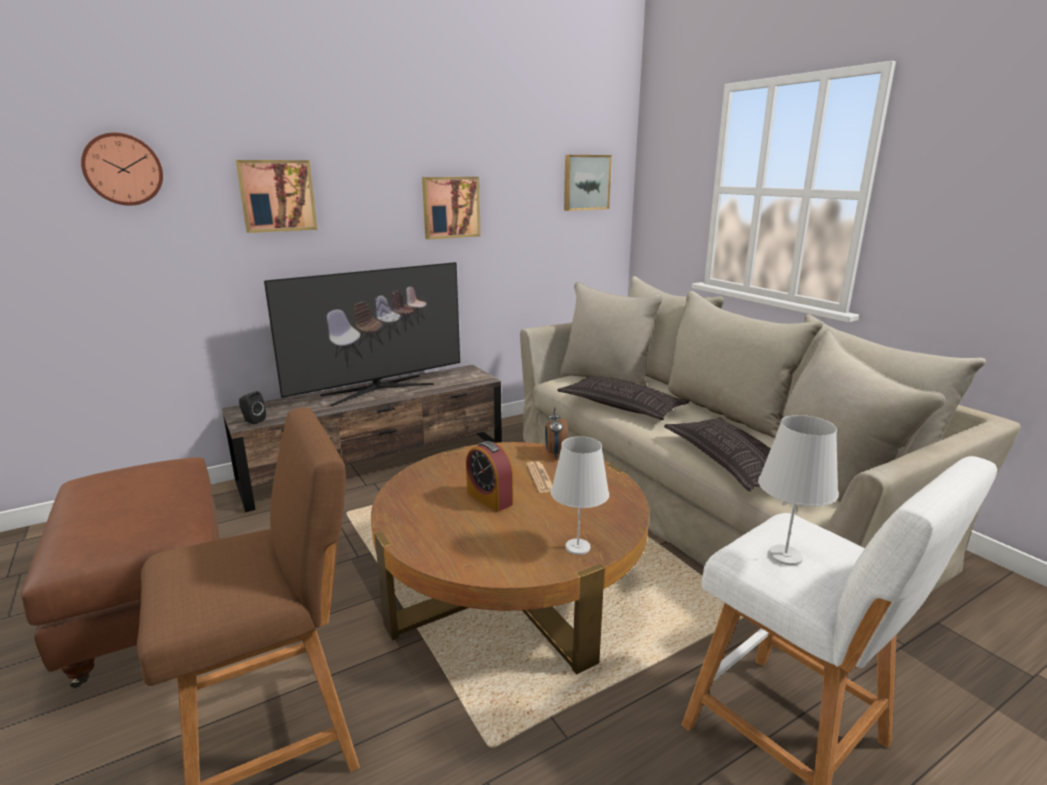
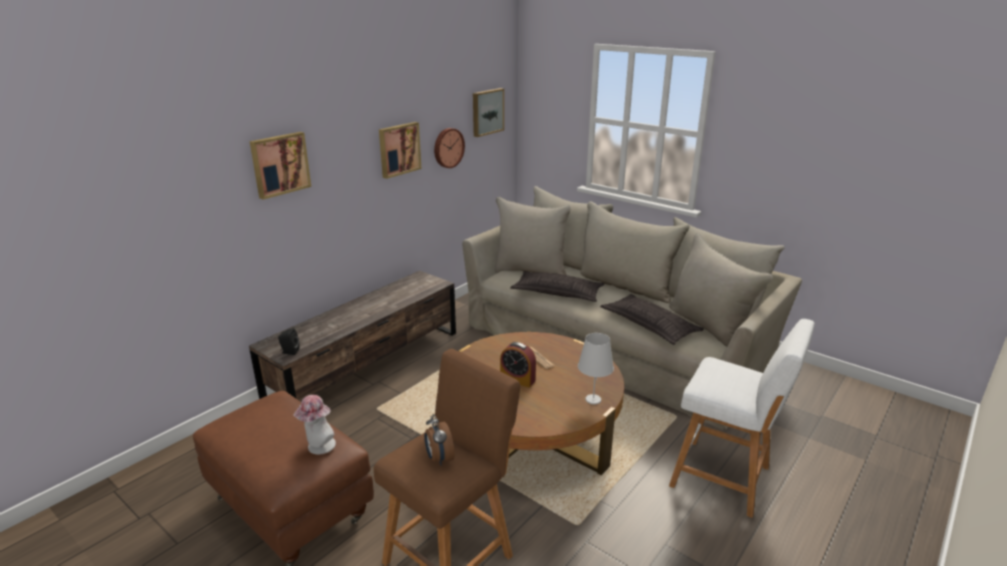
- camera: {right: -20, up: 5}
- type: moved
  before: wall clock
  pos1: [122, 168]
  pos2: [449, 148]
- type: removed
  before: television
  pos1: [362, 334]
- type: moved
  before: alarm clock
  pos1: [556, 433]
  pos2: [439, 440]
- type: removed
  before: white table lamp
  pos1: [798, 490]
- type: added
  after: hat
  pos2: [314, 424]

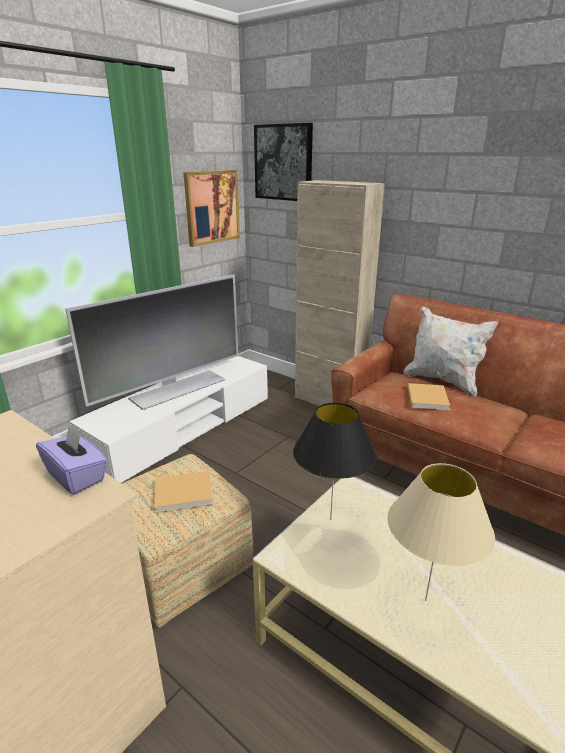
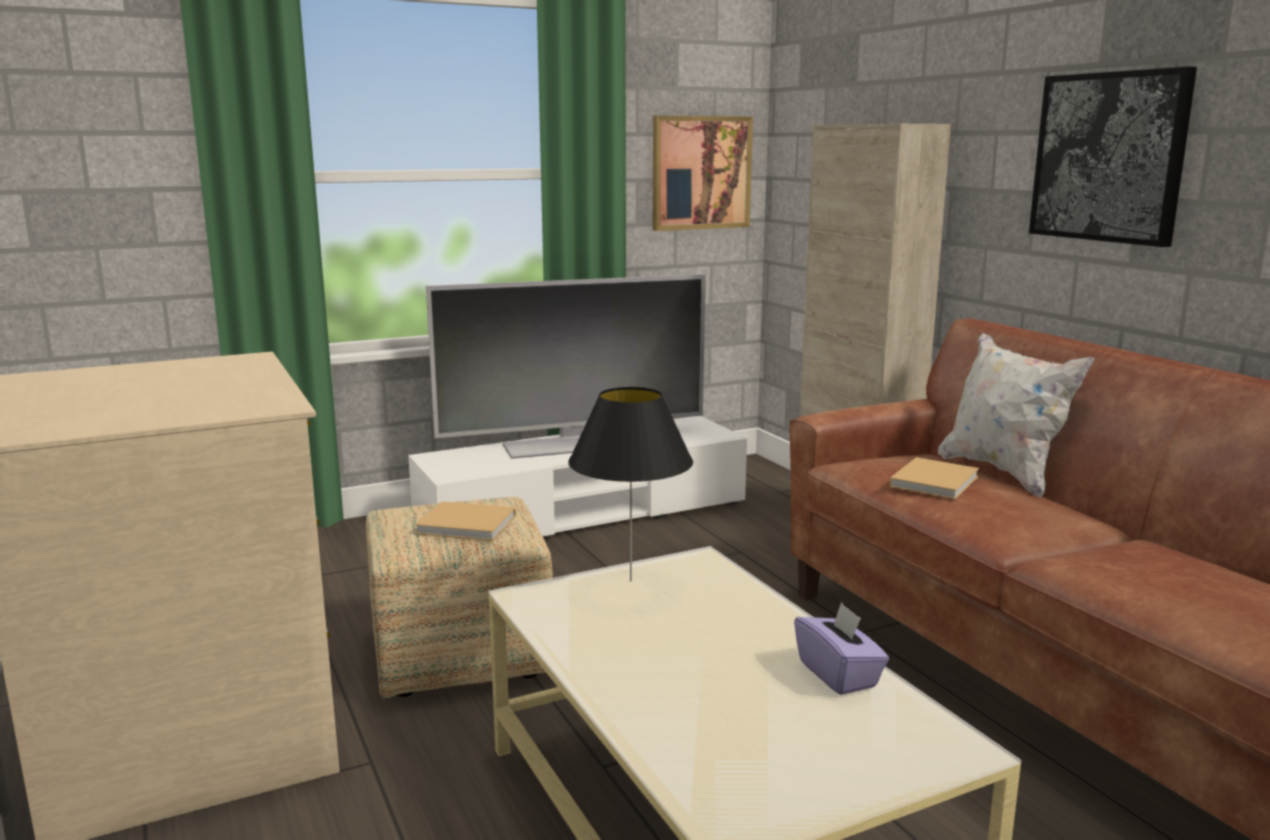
- camera: {right: 25, up: -10}
- type: moved
  before: picture
  pos1: [283, 162]
  pos2: [1113, 157]
- type: moved
  before: purple tissue box
  pos1: [71, 460]
  pos2: [841, 648]
- type: removed
  before: beige table lamp
  pos1: [441, 532]

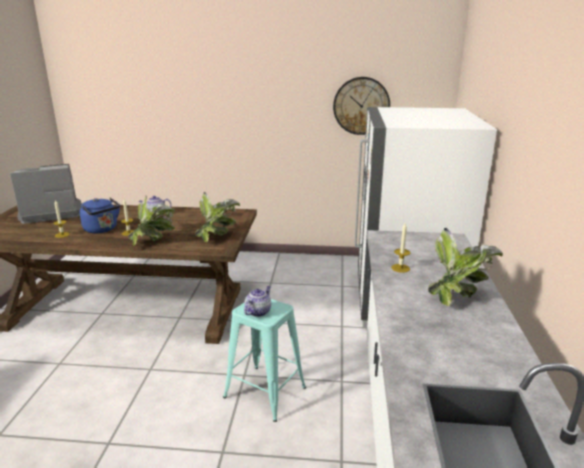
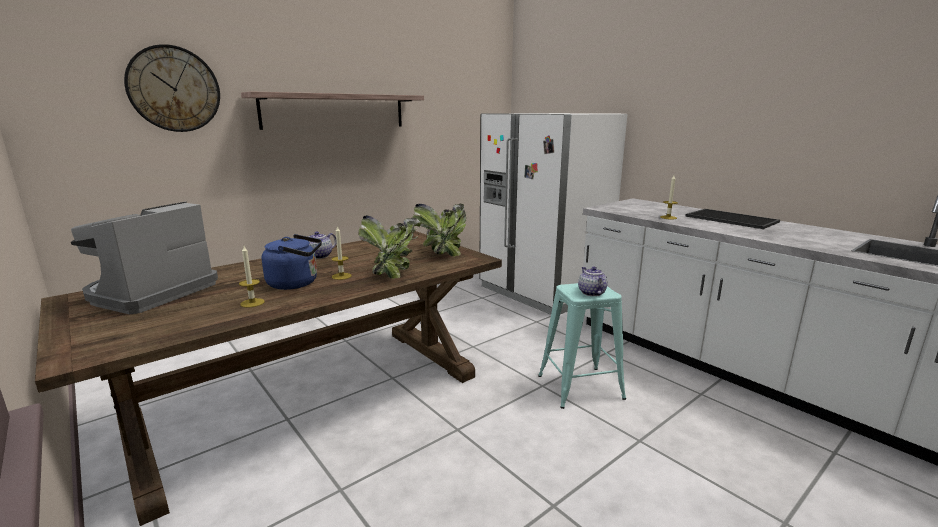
- camera: {right: -45, up: -5}
- type: moved
  before: wall clock
  pos1: [361, 106]
  pos2: [172, 88]
- type: replaced
  before: potted plant
  after: tray
  pos1: [465, 267]
  pos2: [732, 219]
- type: added
  after: shelf
  pos2: [332, 110]

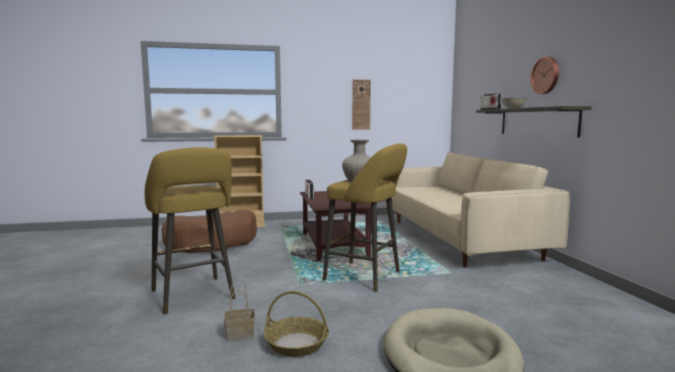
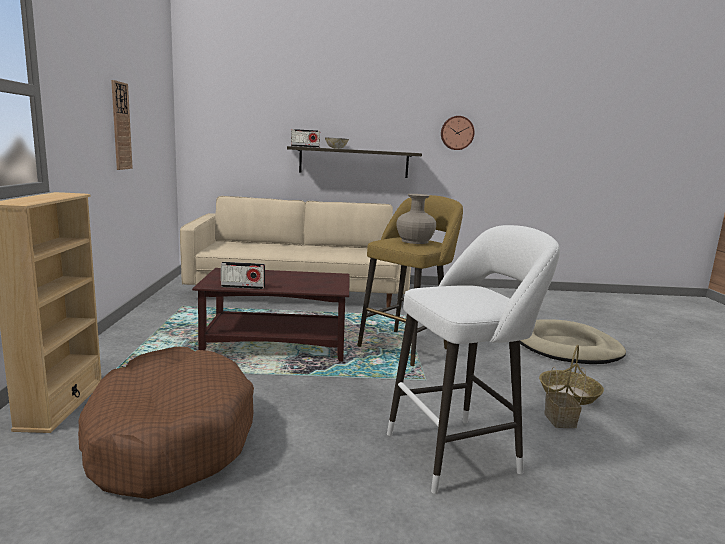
- camera: {right: -80, up: 5}
- type: moved
  before: wall clock
  pos1: [545, 75]
  pos2: [457, 133]
- type: recoloured
  before: yellow stool
  after: white stool
  pos1: [190, 230]
  pos2: [473, 359]

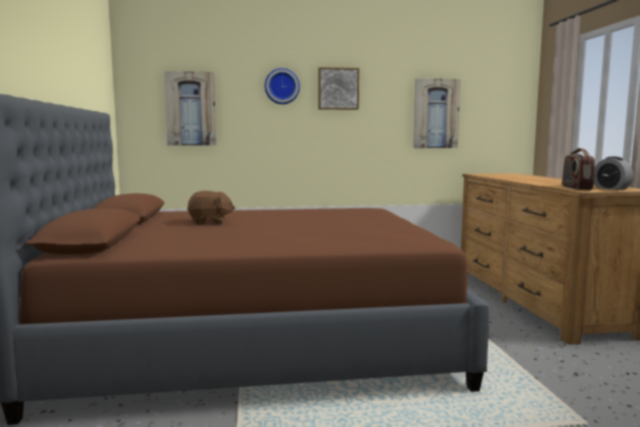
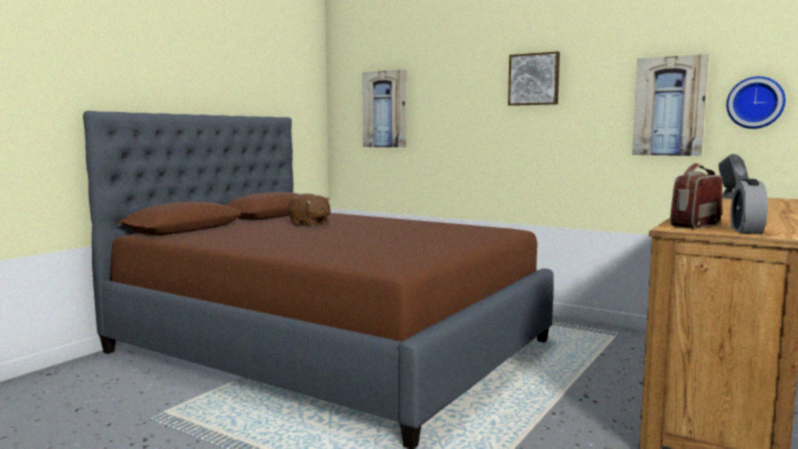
- camera: {right: 40, up: 0}
- type: moved
  before: wall clock
  pos1: [282, 86]
  pos2: [756, 102]
- type: added
  after: grey speaker
  pos2: [733, 176]

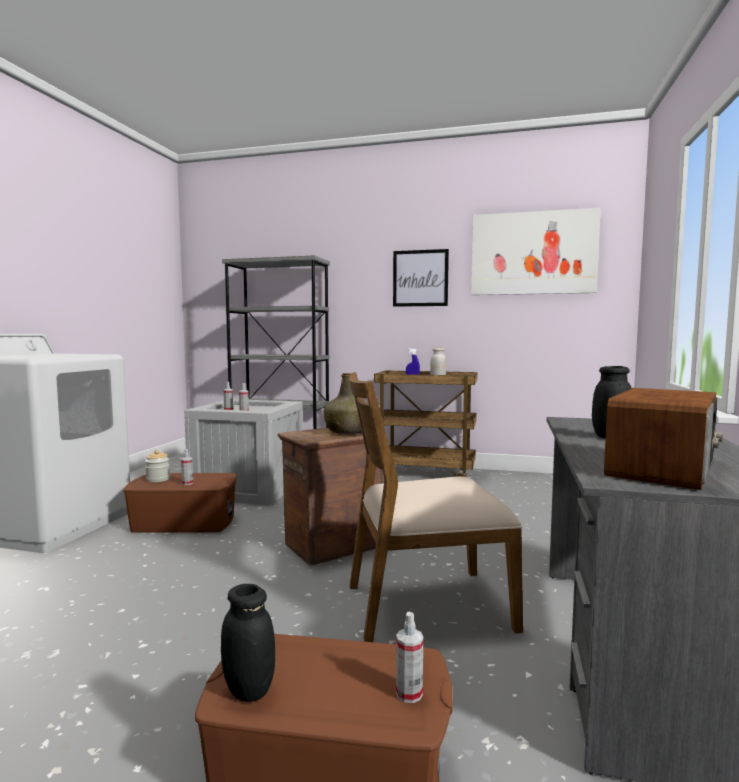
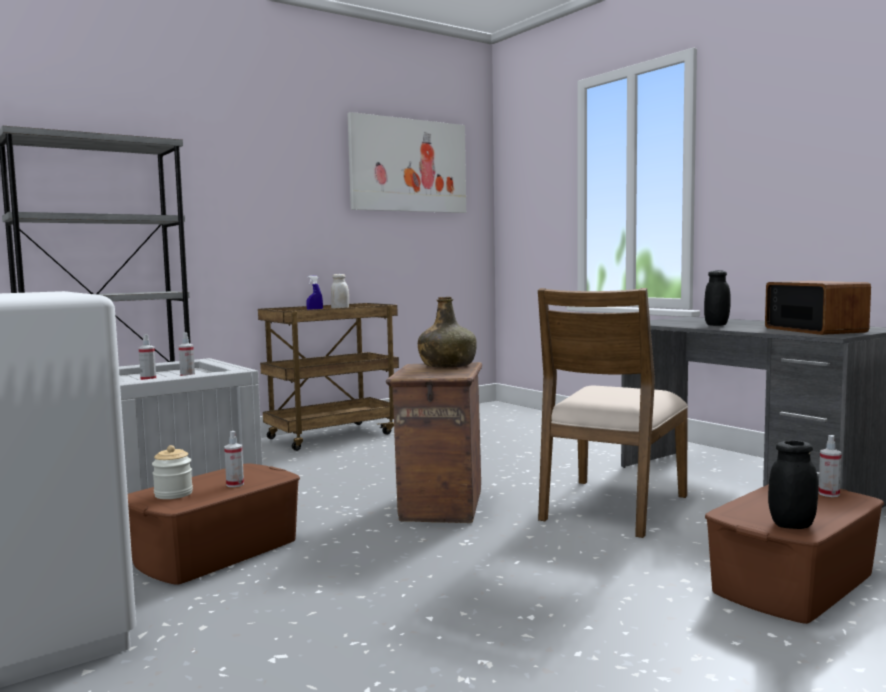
- camera: {right: -50, up: 0}
- type: removed
  before: picture
  pos1: [421, 278]

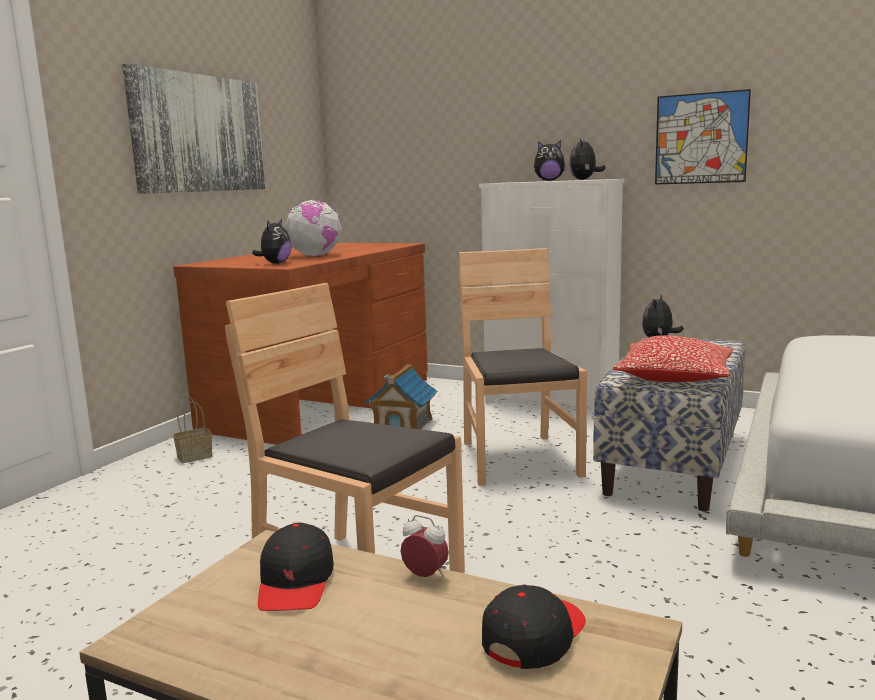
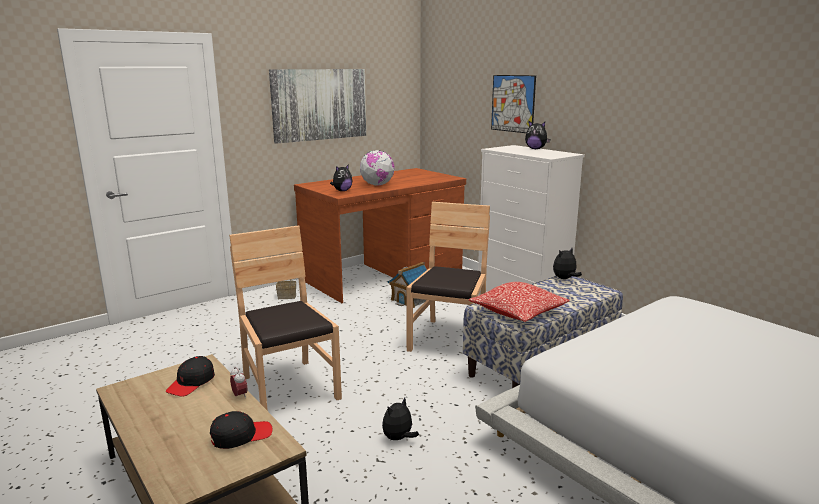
- camera: {right: 25, up: 5}
- type: moved
  before: picture
  pos1: [703, 137]
  pos2: [513, 104]
- type: moved
  before: plush toy
  pos1: [587, 159]
  pos2: [400, 419]

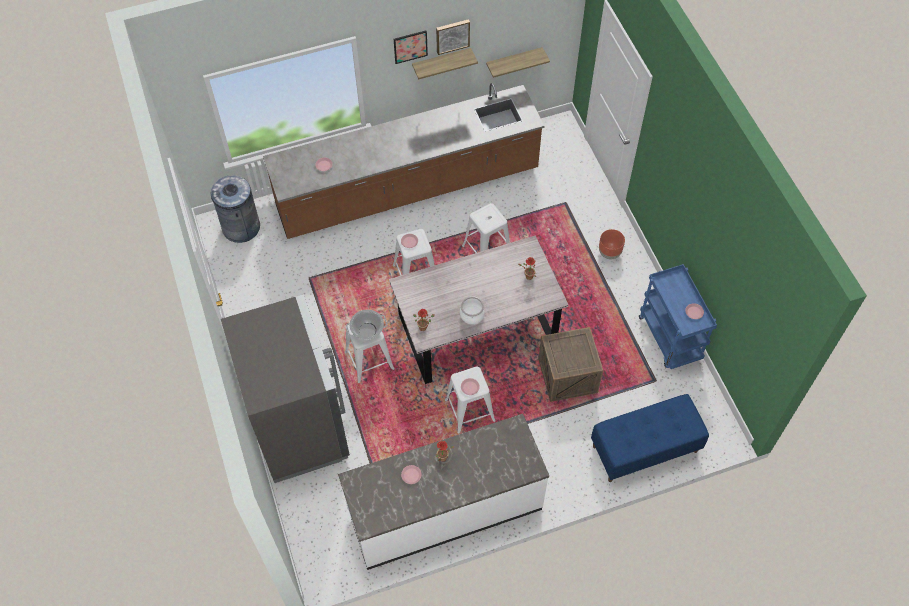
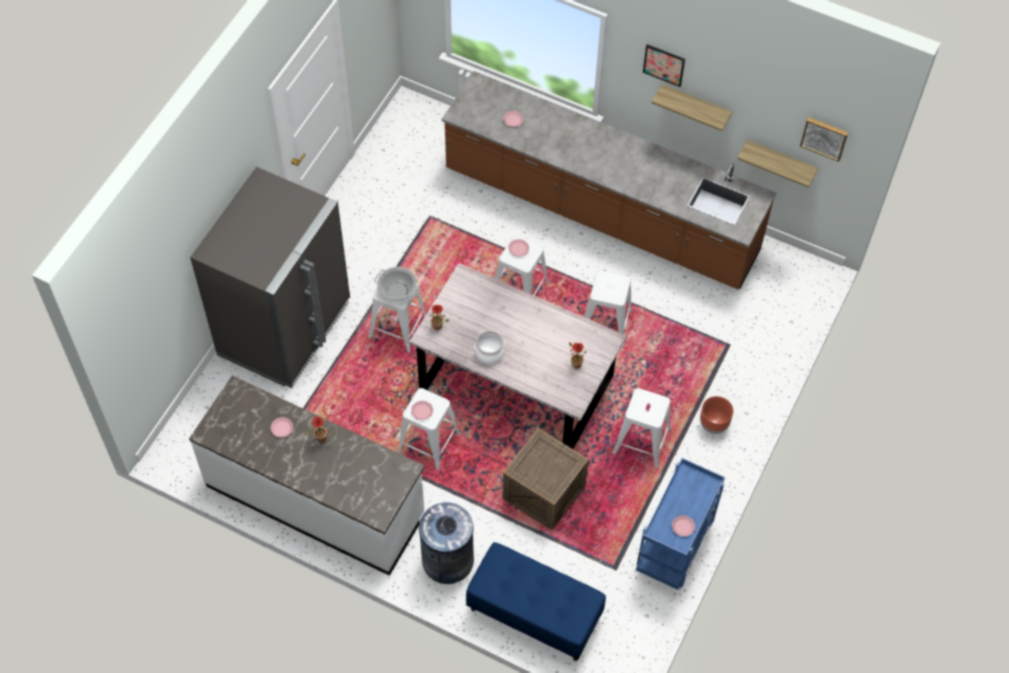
- camera: {right: 45, up: 0}
- type: moved
  before: picture
  pos1: [453, 37]
  pos2: [824, 139]
- type: moved
  before: grey trash can
  pos1: [235, 209]
  pos2: [446, 543]
- type: added
  after: white stool
  pos2: [642, 428]

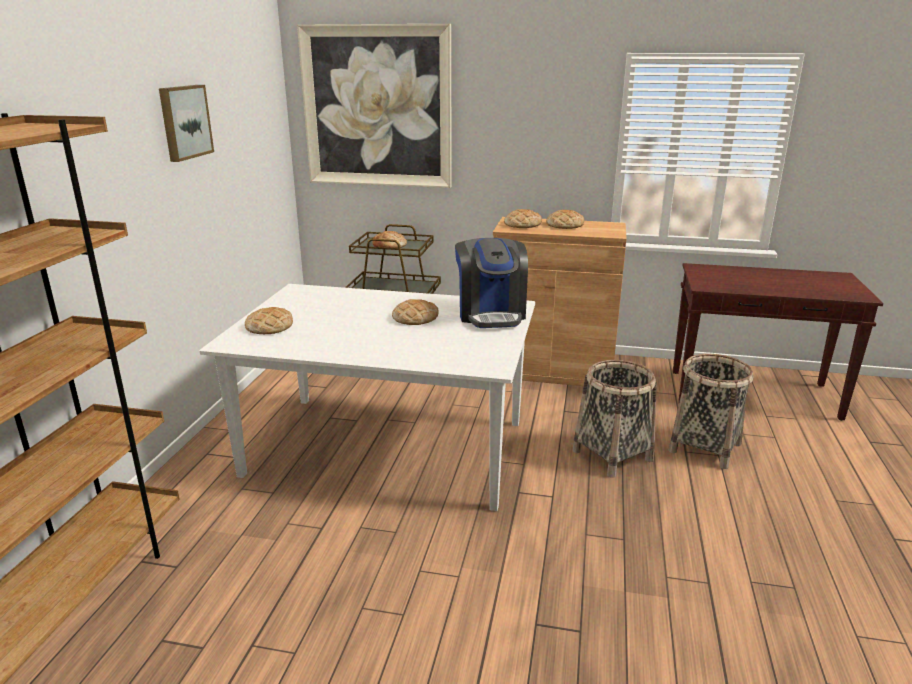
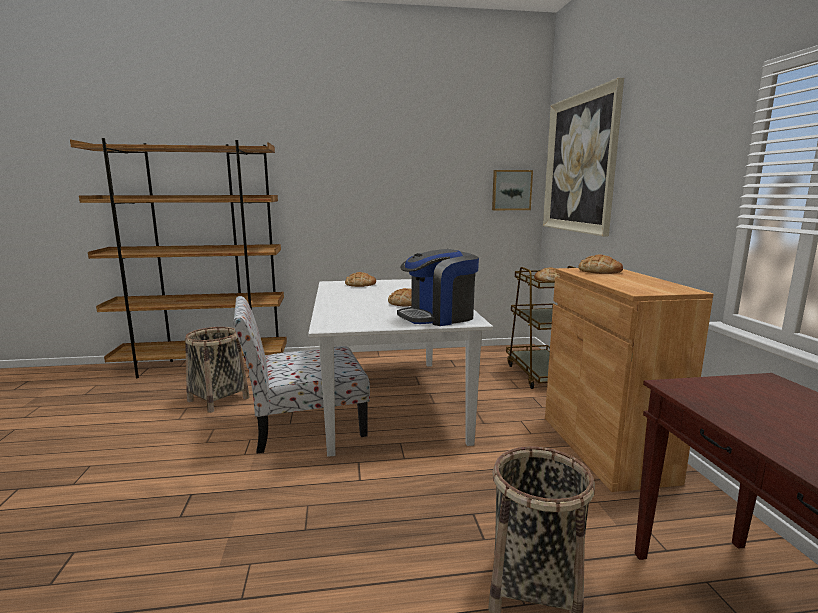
- camera: {right: 70, up: -10}
- type: moved
  before: picture
  pos1: [186, 123]
  pos2: [512, 190]
- type: removed
  before: bread
  pos1: [565, 219]
- type: moved
  before: basket
  pos1: [614, 419]
  pos2: [217, 370]
- type: added
  after: chair
  pos2: [301, 375]

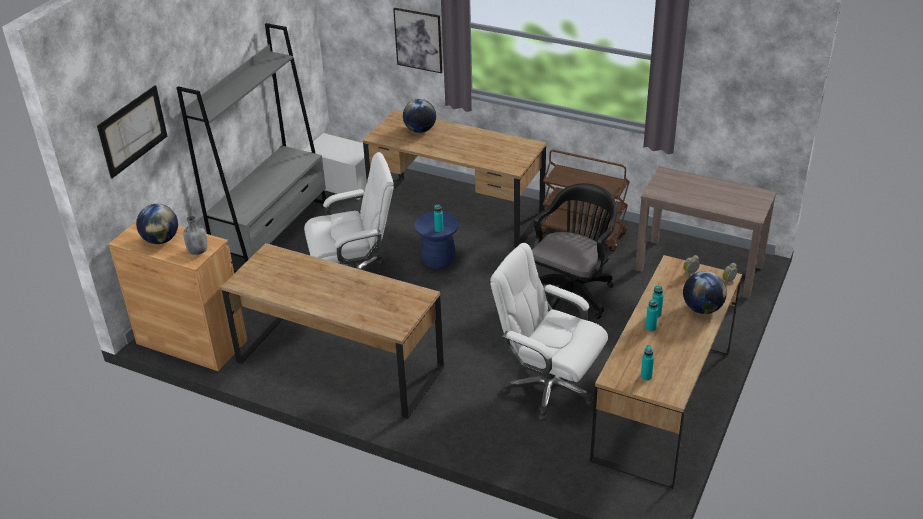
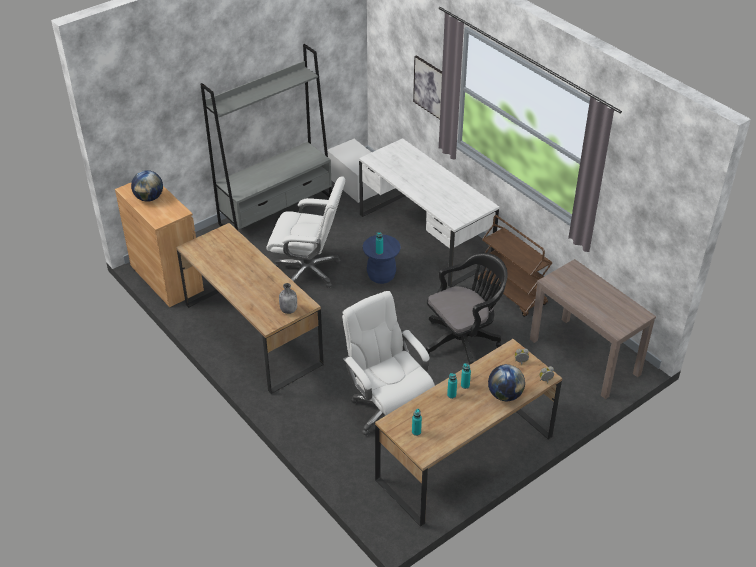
- camera: {right: 25, up: 5}
- type: removed
  before: picture
  pos1: [132, 132]
- type: removed
  before: globe
  pos1: [419, 116]
- type: recoloured
  before: brown desk
  after: white desk
  pos1: [454, 179]
  pos2: [429, 213]
- type: moved
  before: grey bottle
  pos1: [195, 235]
  pos2: [288, 298]

